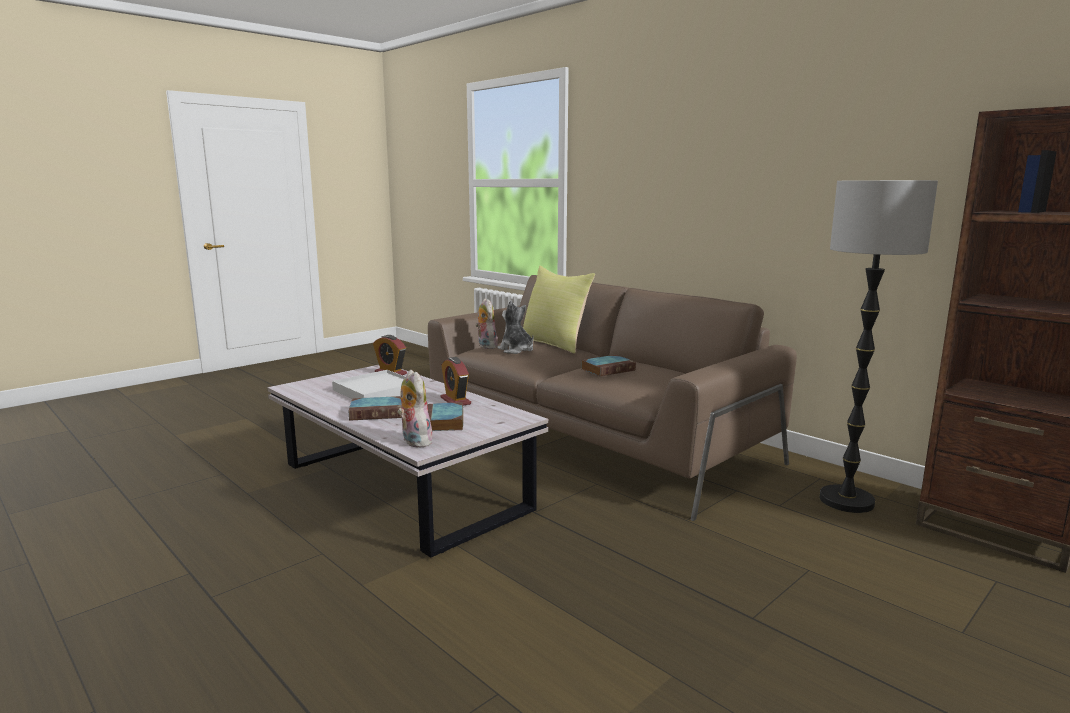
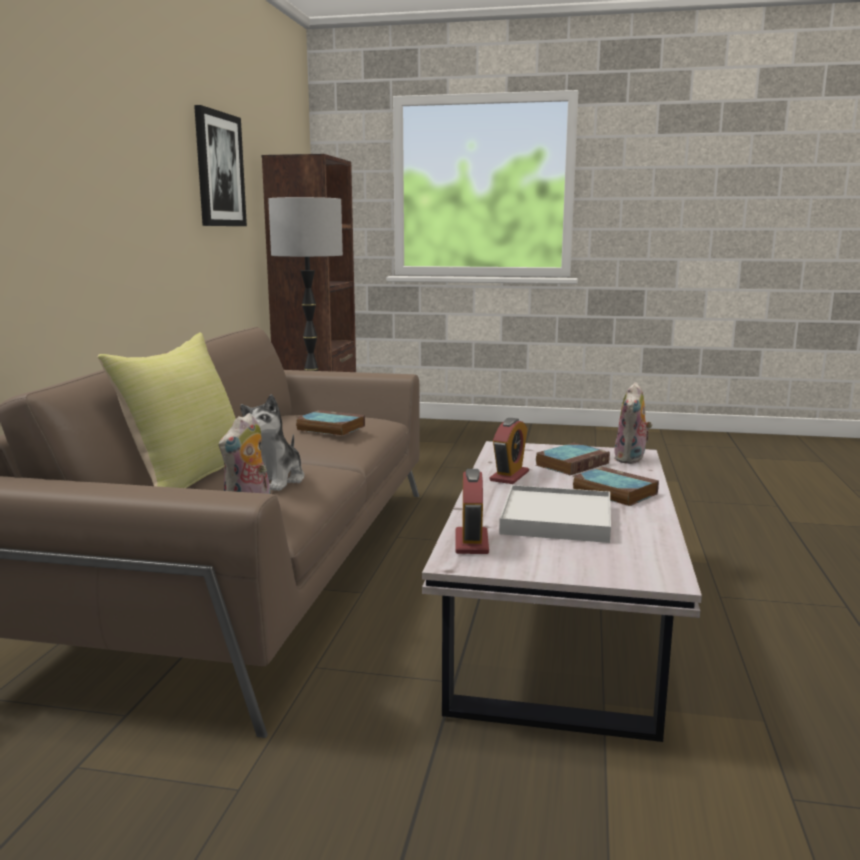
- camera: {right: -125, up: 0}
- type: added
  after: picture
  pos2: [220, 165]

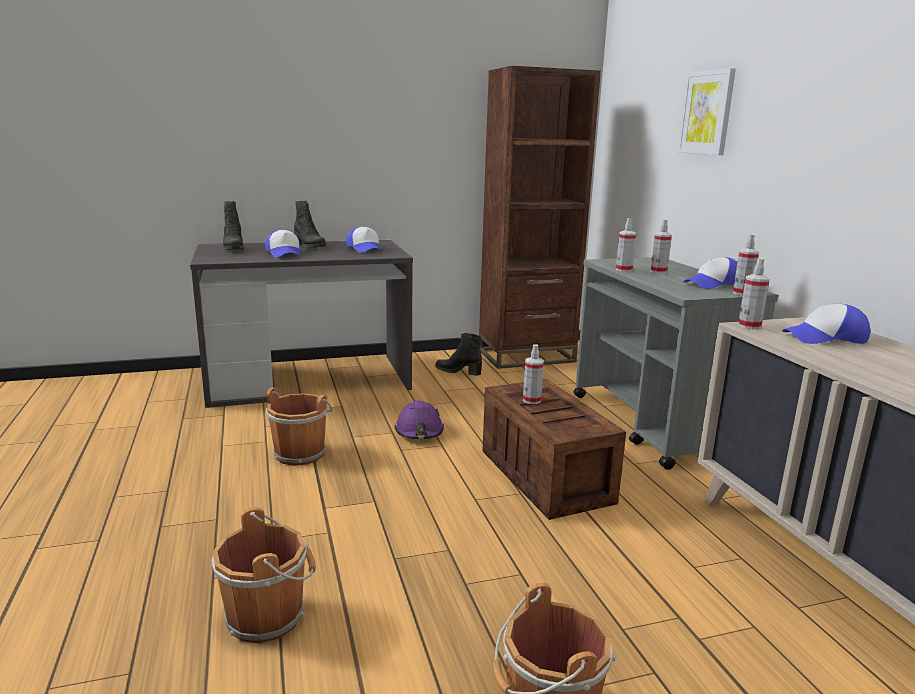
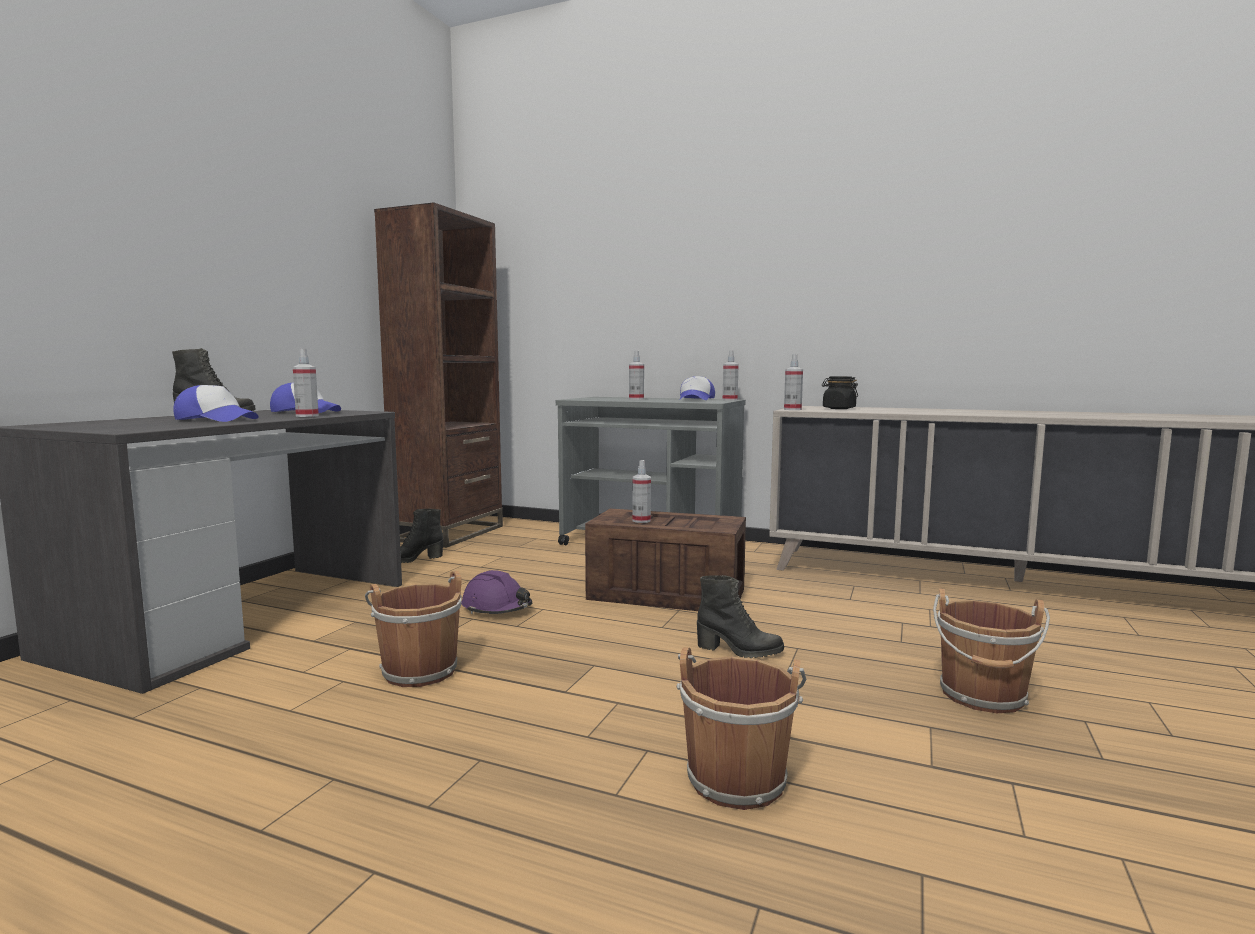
- camera: {right: -50, up: -10}
- type: removed
  before: picture
  pos1: [707, 111]
- type: moved
  before: black boot
  pos1: [233, 225]
  pos2: [740, 616]
- type: moved
  before: spray bottle
  pos1: [626, 245]
  pos2: [306, 382]
- type: replaced
  before: cap
  after: black jar
  pos1: [826, 324]
  pos2: [840, 392]

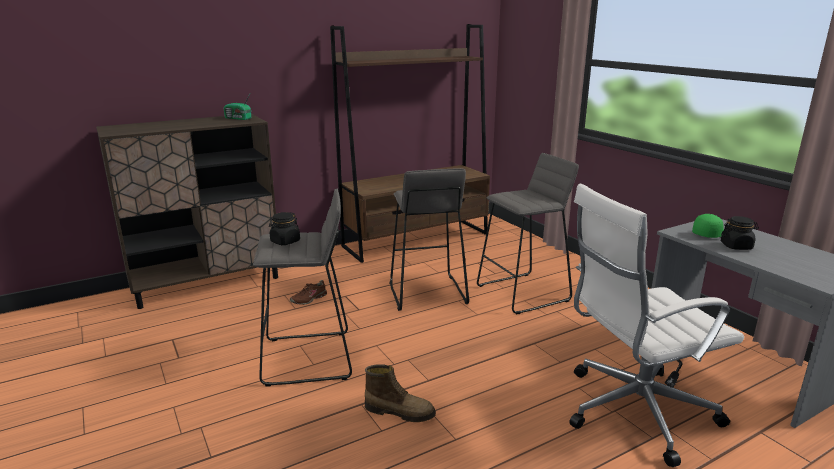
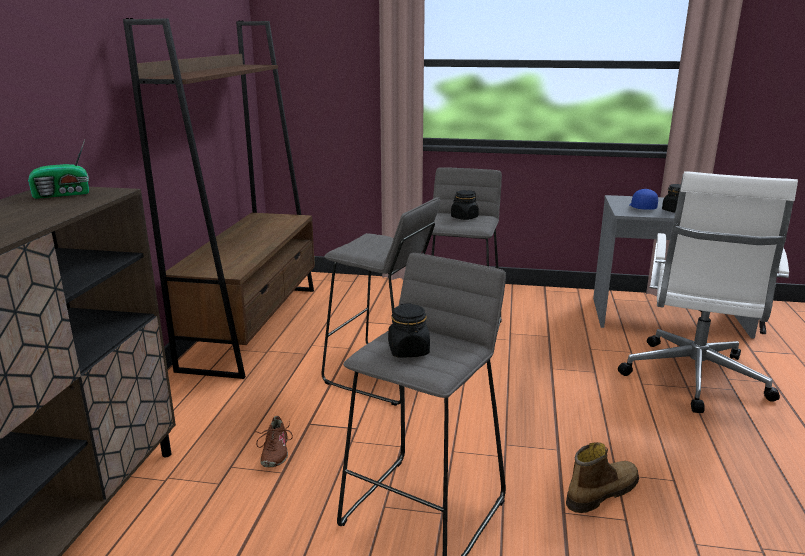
- camera: {right: -50, up: 0}
- type: recoloured
  before: green cap
  after: blue cap
  pos1: [708, 226]
  pos2: [644, 199]
- type: added
  after: black jar
  pos2: [465, 205]

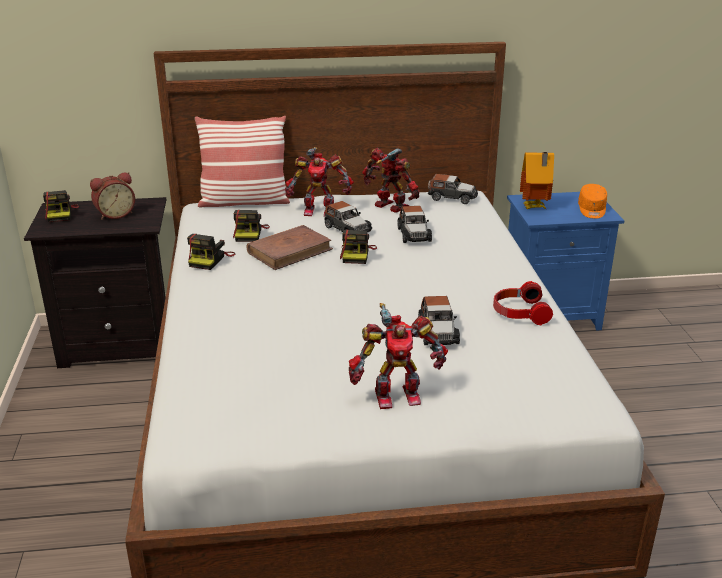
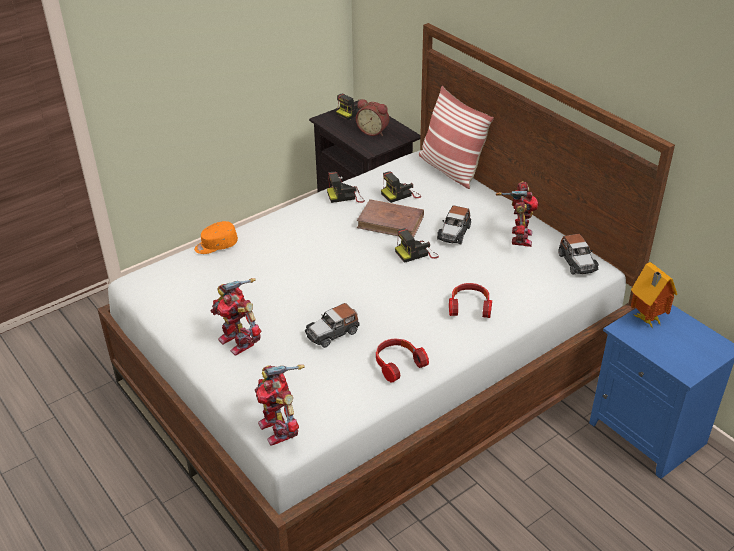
- camera: {right: 60, up: 10}
- type: moved
  before: toy robot
  pos1: [319, 181]
  pos2: [280, 405]
- type: moved
  before: orange cap
  pos1: [592, 201]
  pos2: [216, 237]
- type: removed
  before: toy car
  pos1: [414, 224]
- type: added
  after: headphones
  pos2: [470, 300]

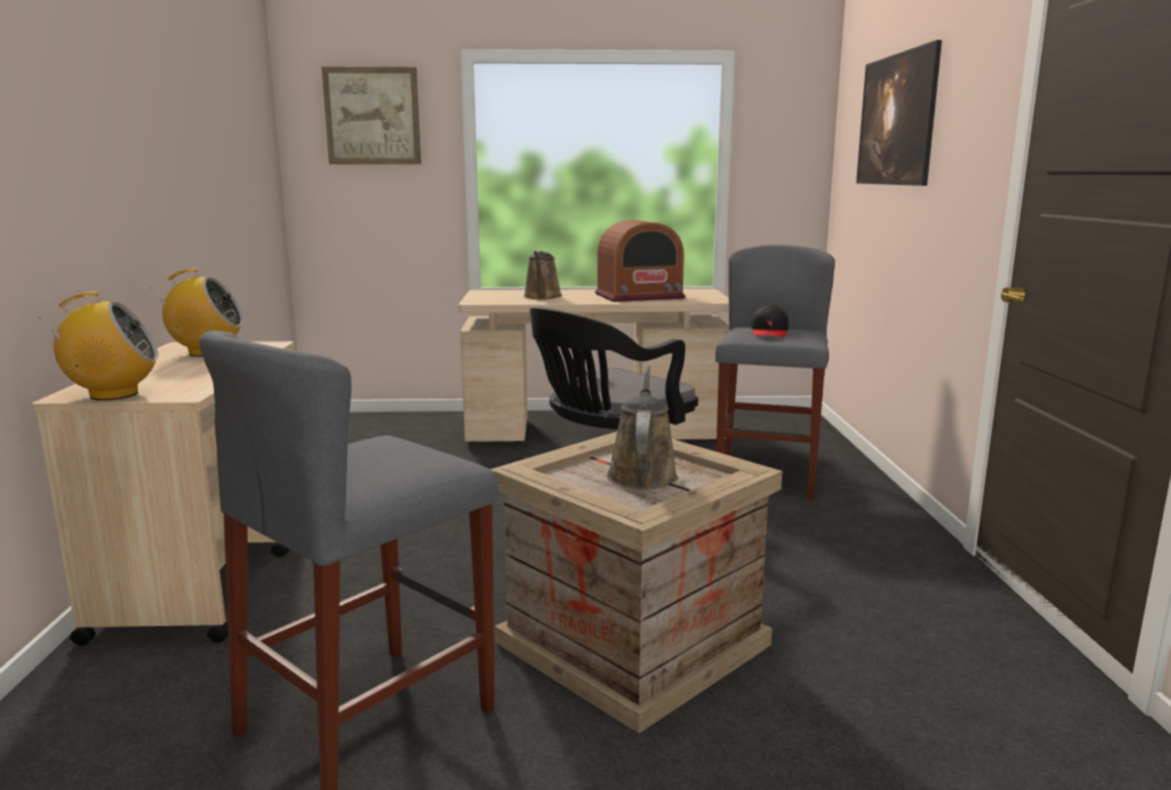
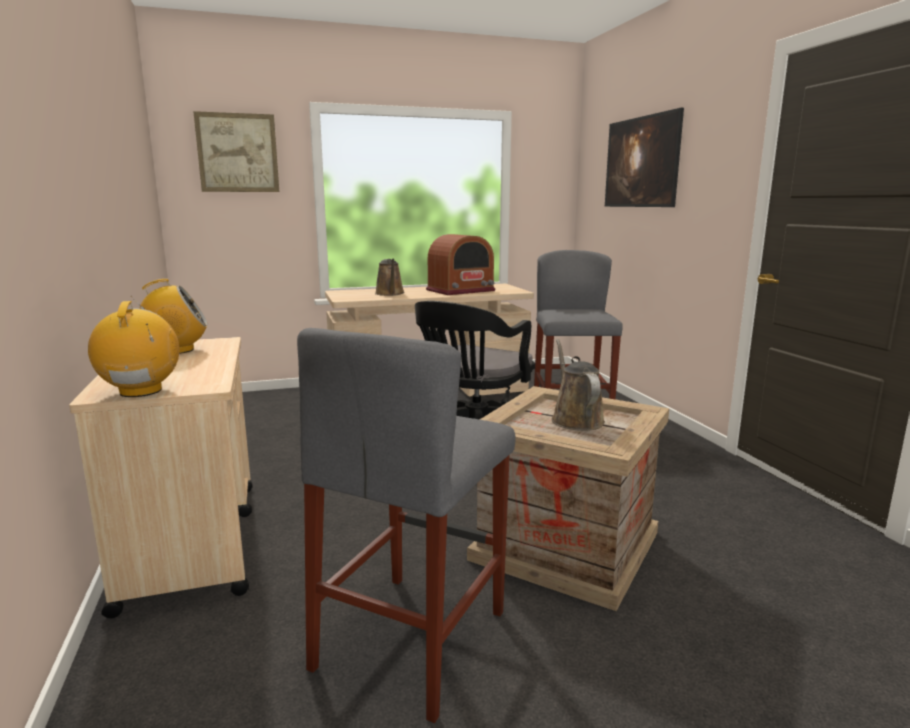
- camera: {right: -15, up: 0}
- type: turned
  before: radio
  pos1: [98, 346]
  pos2: [133, 349]
  turn: -75
- type: removed
  before: black cap
  pos1: [770, 320]

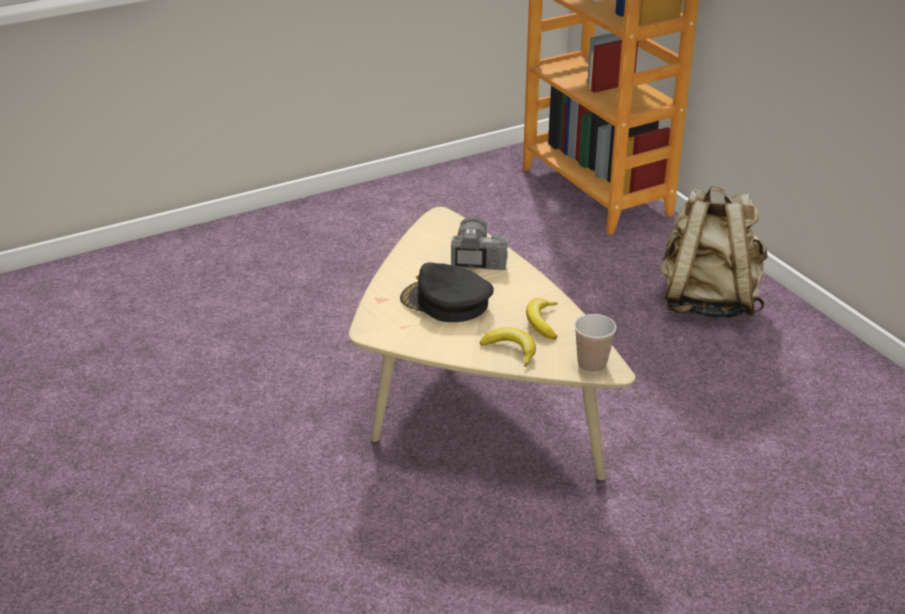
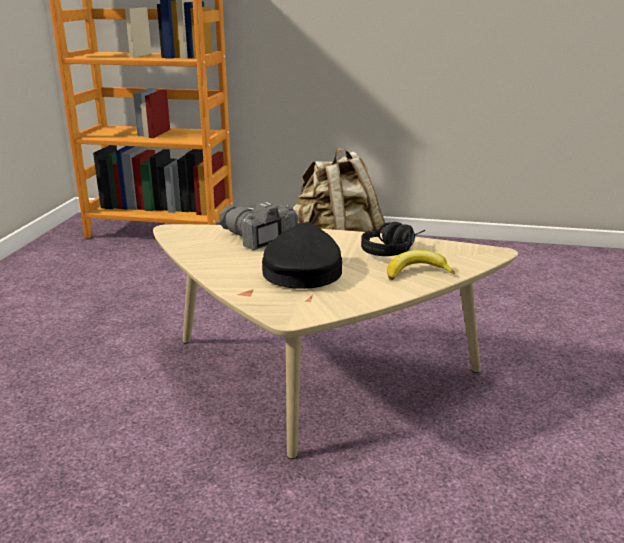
- camera: {right: -50, up: -10}
- type: turned
  before: black cap
  pos1: [447, 292]
  pos2: [302, 255]
  turn: 120
- type: replaced
  before: banana
  after: black headphones
  pos1: [542, 319]
  pos2: [393, 239]
- type: removed
  before: cup
  pos1: [595, 343]

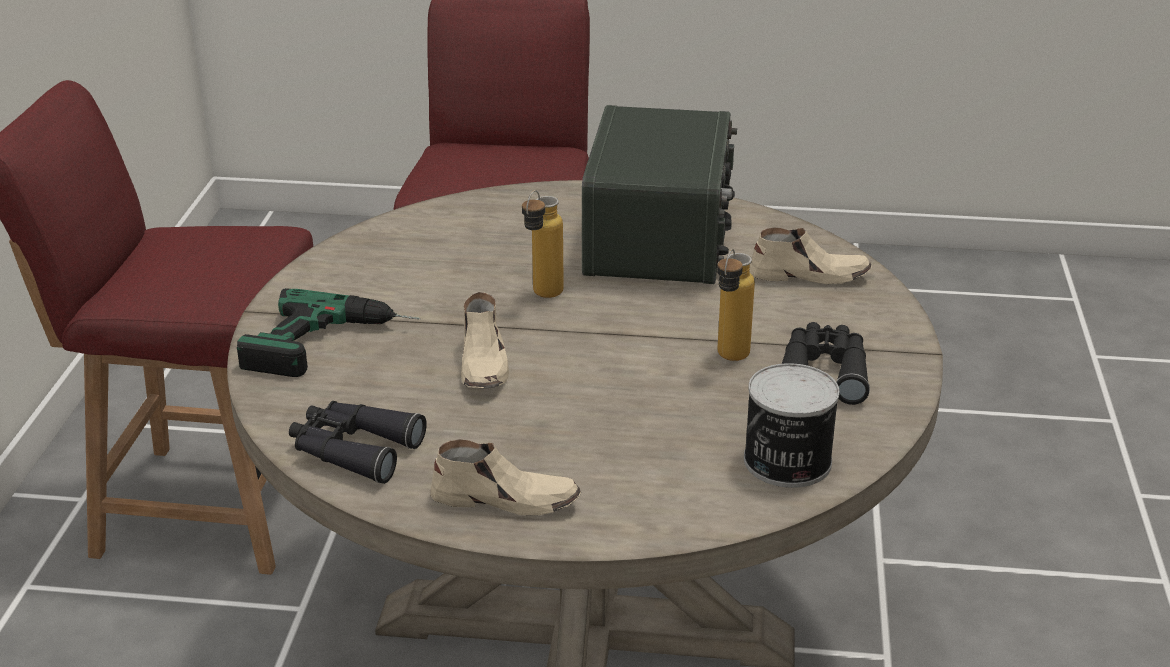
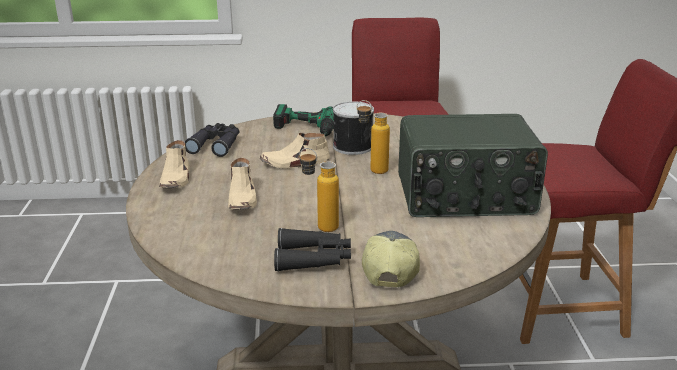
- camera: {right: 80, up: -5}
- type: moved
  before: beige shoe
  pos1: [810, 255]
  pos2: [242, 184]
- type: moved
  before: can
  pos1: [792, 425]
  pos2: [353, 128]
- type: added
  after: cap
  pos2: [391, 259]

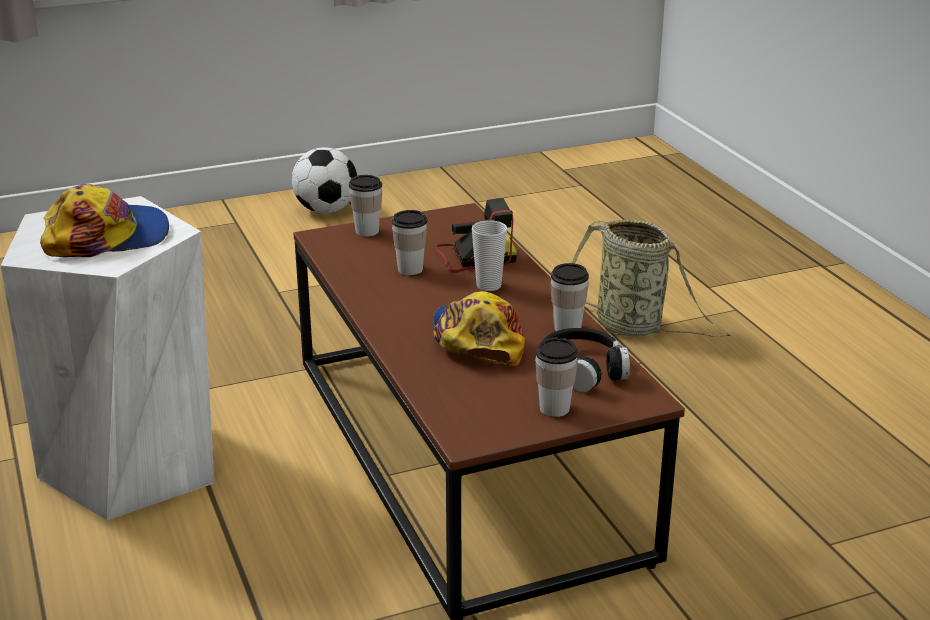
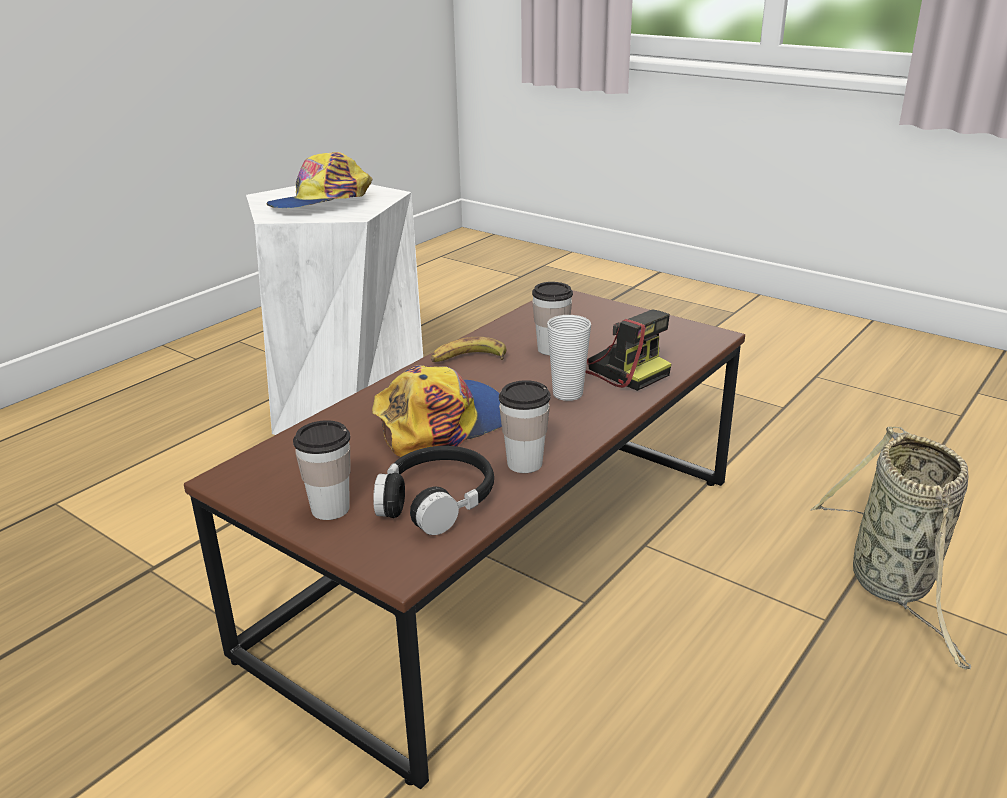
- camera: {right: 60, up: 0}
- type: removed
  before: football
  pos1: [324, 180]
- type: removed
  before: cup
  pos1: [365, 205]
- type: turned
  before: cap
  pos1: [104, 220]
  pos2: [320, 180]
  turn: 105
- type: added
  after: banana
  pos2: [469, 349]

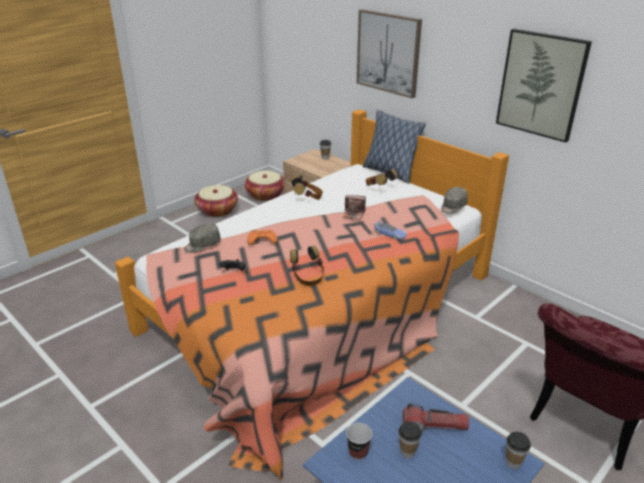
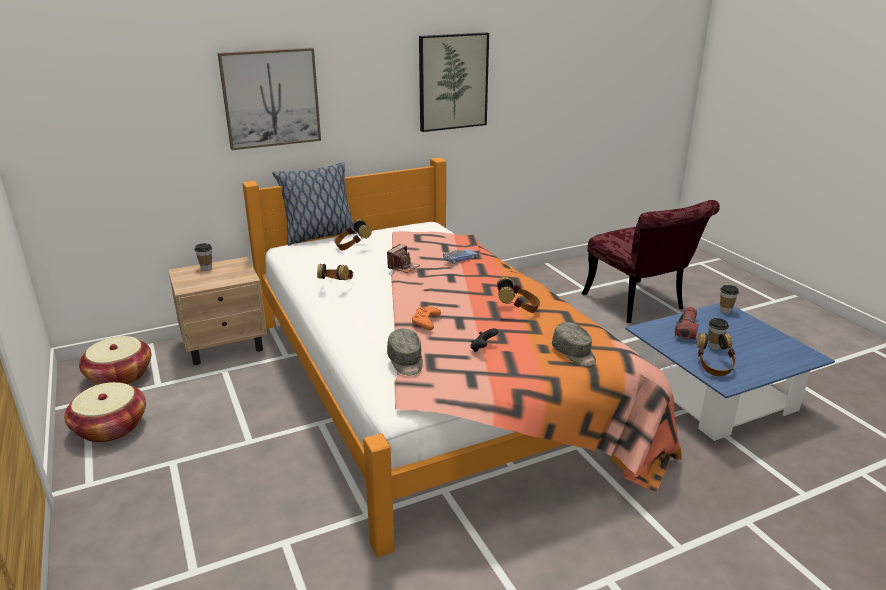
- camera: {right: -70, up: -5}
- type: moved
  before: grey cap
  pos1: [454, 200]
  pos2: [574, 344]
- type: replaced
  before: cup
  after: headphones
  pos1: [359, 441]
  pos2: [716, 354]

